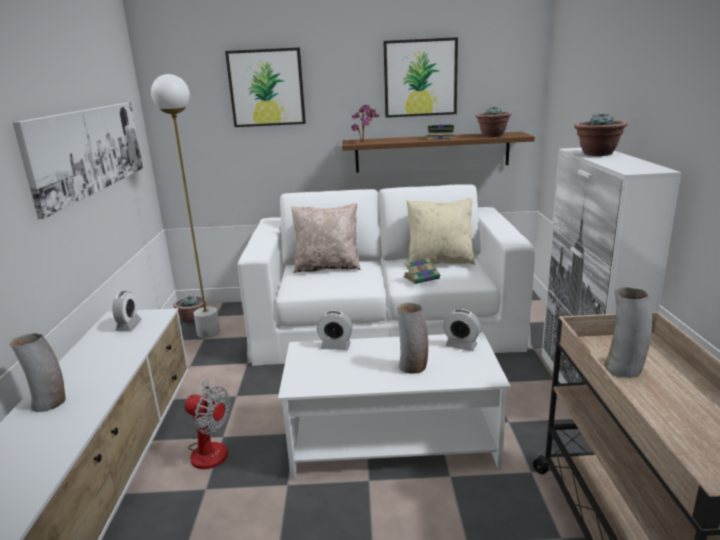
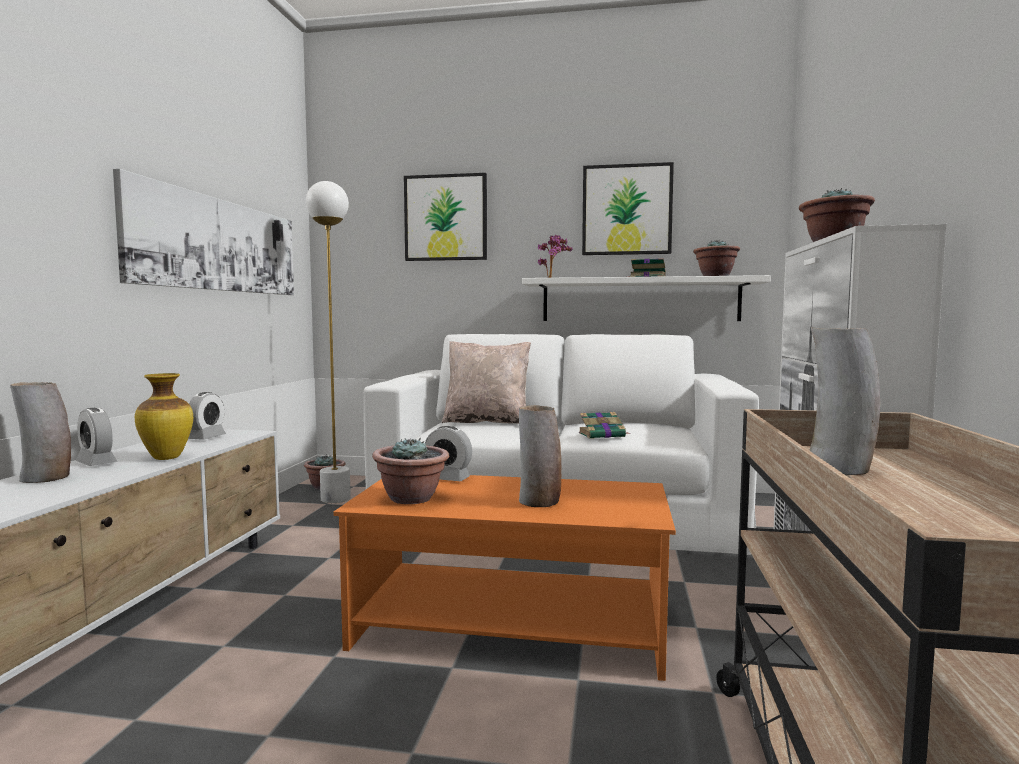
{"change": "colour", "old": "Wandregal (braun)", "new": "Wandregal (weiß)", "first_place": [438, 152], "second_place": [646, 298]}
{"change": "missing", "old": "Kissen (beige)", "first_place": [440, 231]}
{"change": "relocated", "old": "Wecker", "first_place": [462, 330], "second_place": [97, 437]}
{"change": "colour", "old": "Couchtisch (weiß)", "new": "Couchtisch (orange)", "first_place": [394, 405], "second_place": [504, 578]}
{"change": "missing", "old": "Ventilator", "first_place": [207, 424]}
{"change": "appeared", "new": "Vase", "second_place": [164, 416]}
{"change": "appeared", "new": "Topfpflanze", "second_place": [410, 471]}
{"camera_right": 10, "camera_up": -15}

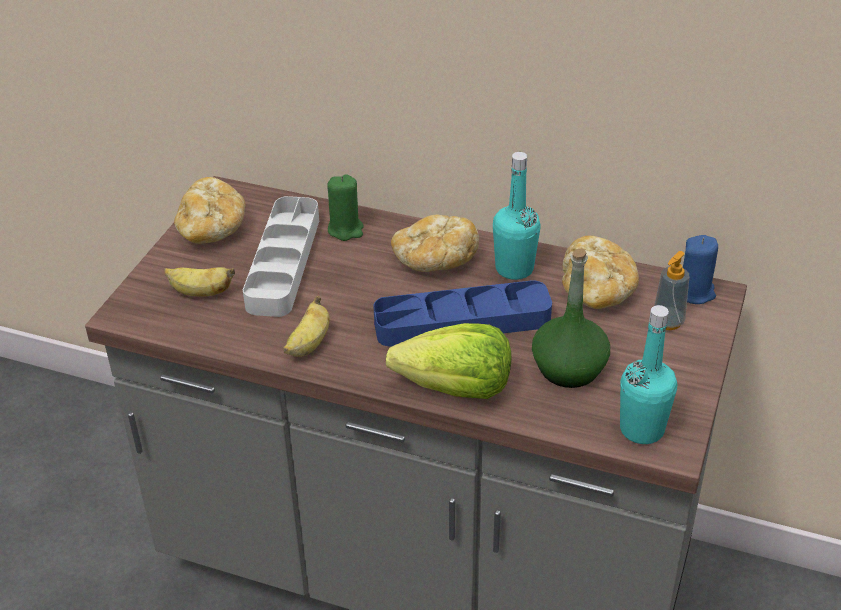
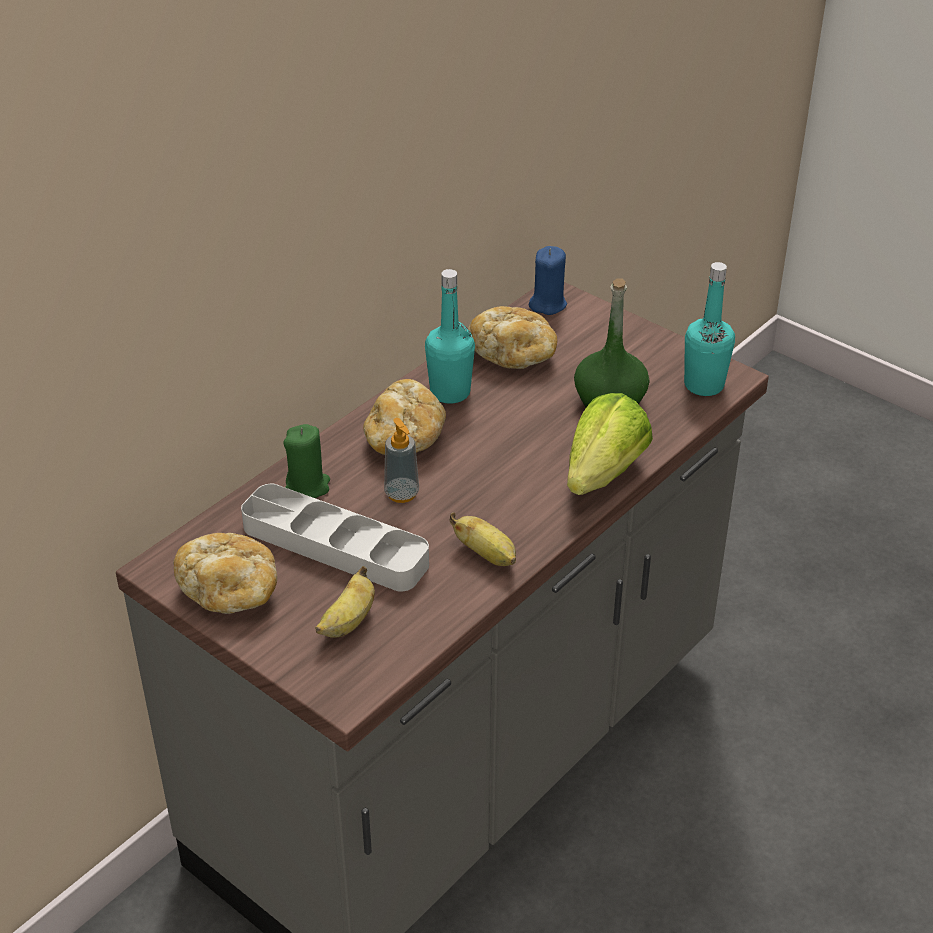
{"change": "relocated", "old": "Seifenspender", "first_place": [671, 290], "second_place": [401, 460]}
{"change": "missing", "old": "Tablett (blau)", "first_place": [462, 313]}
{"camera_right": -70, "camera_up": 0}

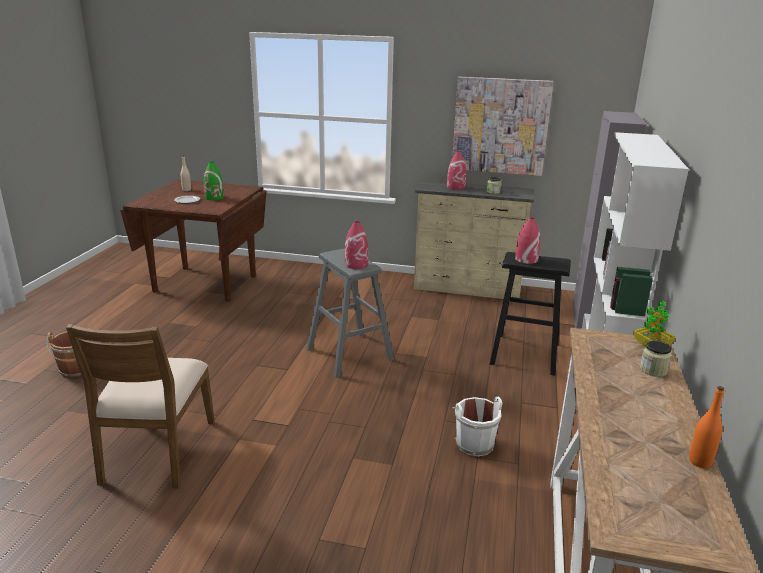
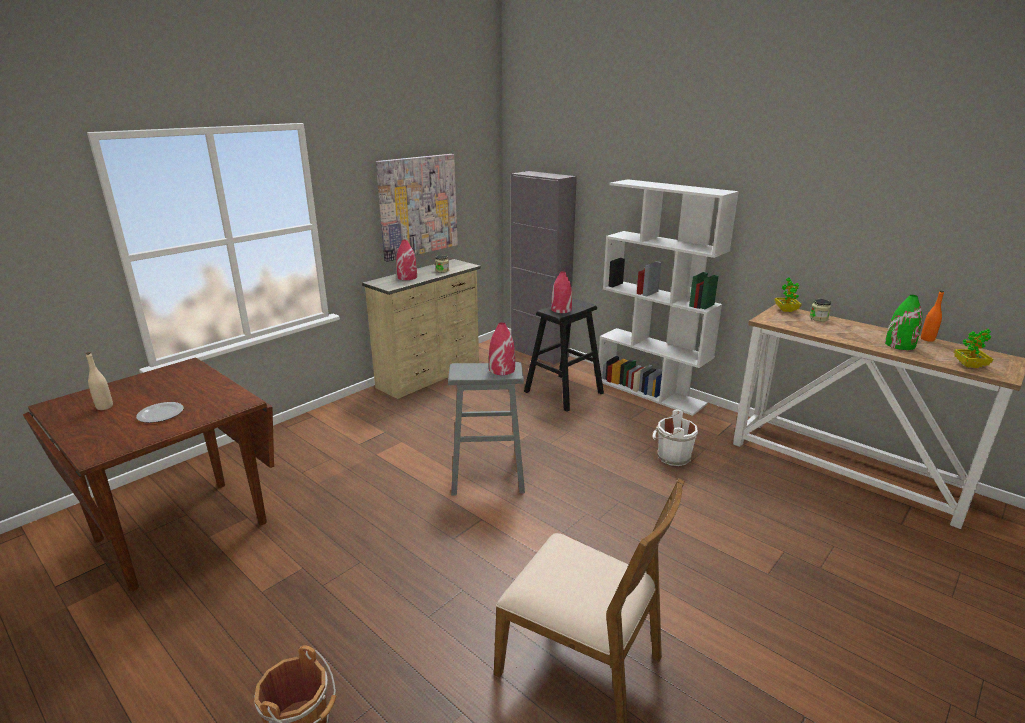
{"change": "relocated", "old": "Vase (grün)", "first_place": [214, 181], "second_place": [904, 322]}
{"change": "appeared", "new": "Topfpflanze", "second_place": [973, 348]}
{"camera_right": -60, "camera_up": 0}

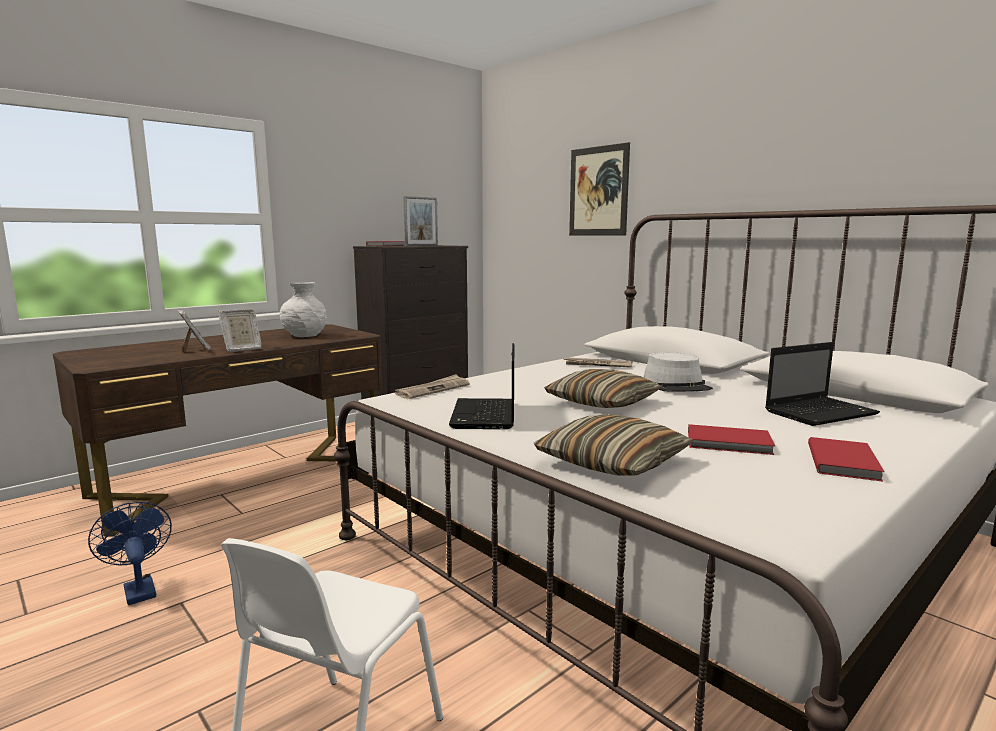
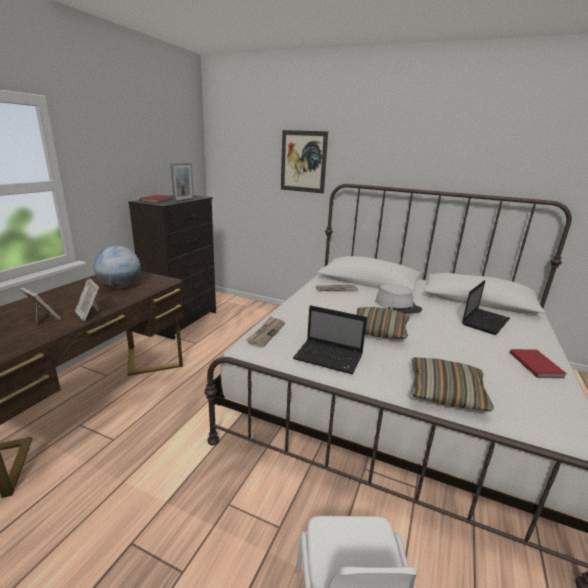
{"change": "exchanged", "old": "Vase (weiß)", "new": "Globus", "first_place": [303, 309], "second_place": [117, 267]}
{"change": "spun", "old": "Bilderrahmen", "first_place": [240, 330], "second_place": [87, 300], "degrees": 105}
{"change": "spun", "old": "Laptop", "first_place": [481, 386], "second_place": [330, 340], "degrees": -45}
{"change": "missing", "old": "Buch (rot)", "first_place": [731, 439]}
{"change": "missing", "old": "Ventilator (blau)", "first_place": [130, 553]}
{"camera_right": -25, "camera_up": 10}

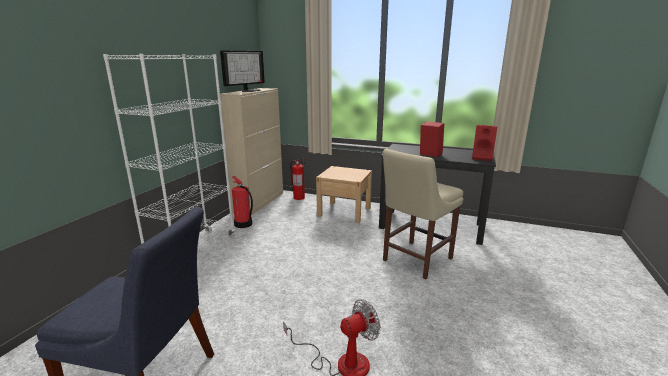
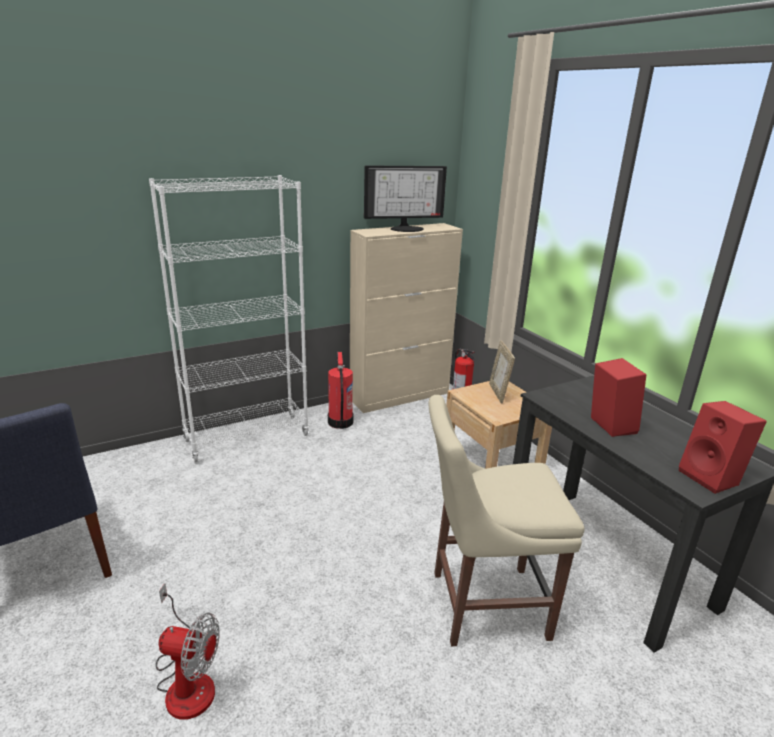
{"change": "appeared", "new": "Bilderrahmen", "second_place": [502, 372]}
{"camera_right": 40, "camera_up": 5}

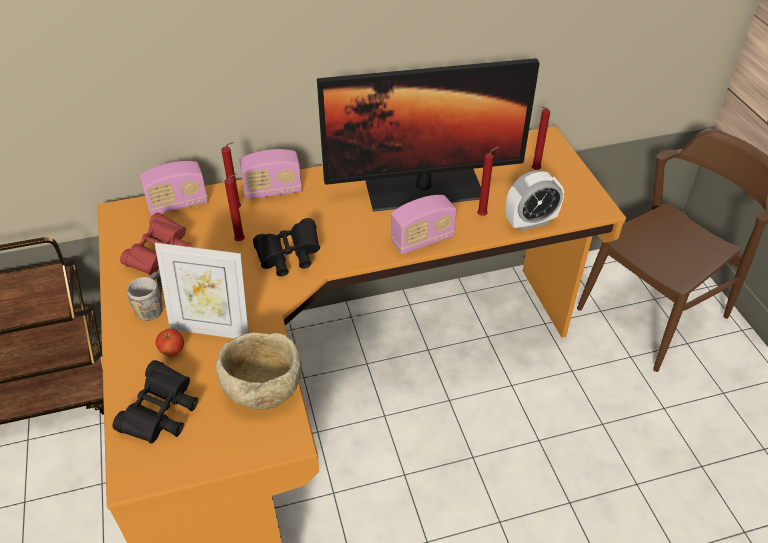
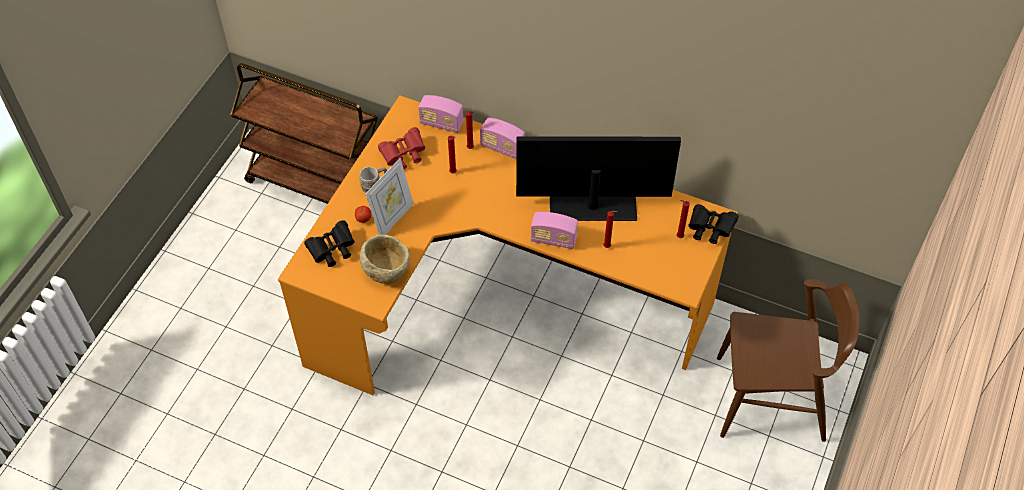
{"change": "spun", "old": "Monitor", "first_place": [428, 135], "second_place": [598, 178], "degrees": 150}
{"change": "missing", "old": "Wecker", "first_place": [535, 200]}
{"change": "relocated", "old": "Fernglas (schwarz)", "first_place": [286, 247], "second_place": [713, 224]}
{"change": "spun", "old": "Bilderrahmen", "first_place": [202, 290], "second_place": [389, 196], "degrees": -105}
{"camera_right": 40, "camera_up": 10}

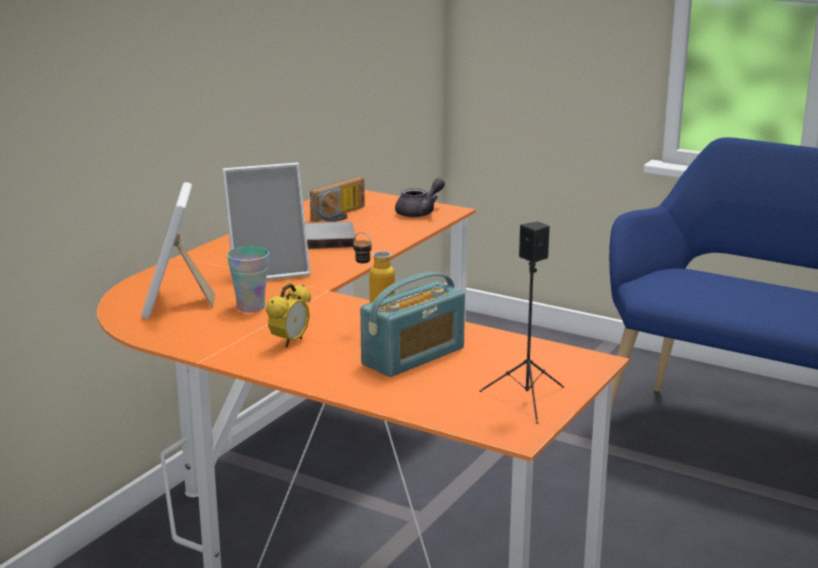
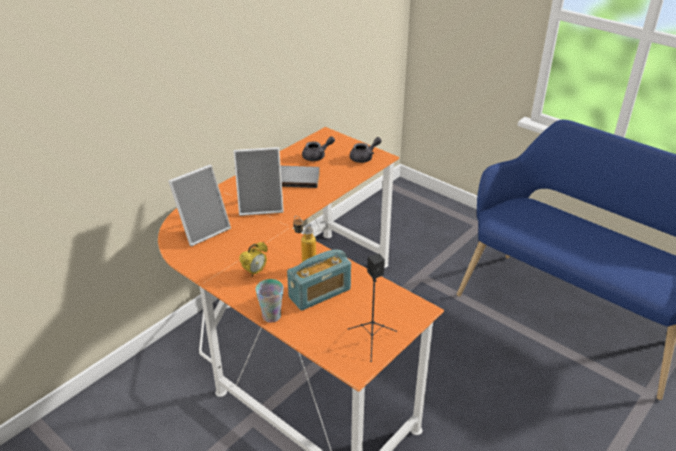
{"change": "exchanged", "old": "Radio", "new": "Teekanne (grau)", "first_place": [337, 199], "second_place": [318, 148]}
{"change": "spun", "old": "Bilderrahmen", "first_place": [178, 250], "second_place": [199, 205], "degrees": -135}
{"change": "relocated", "old": "Tasse", "first_place": [248, 279], "second_place": [269, 301]}
{"camera_right": 10, "camera_up": 15}

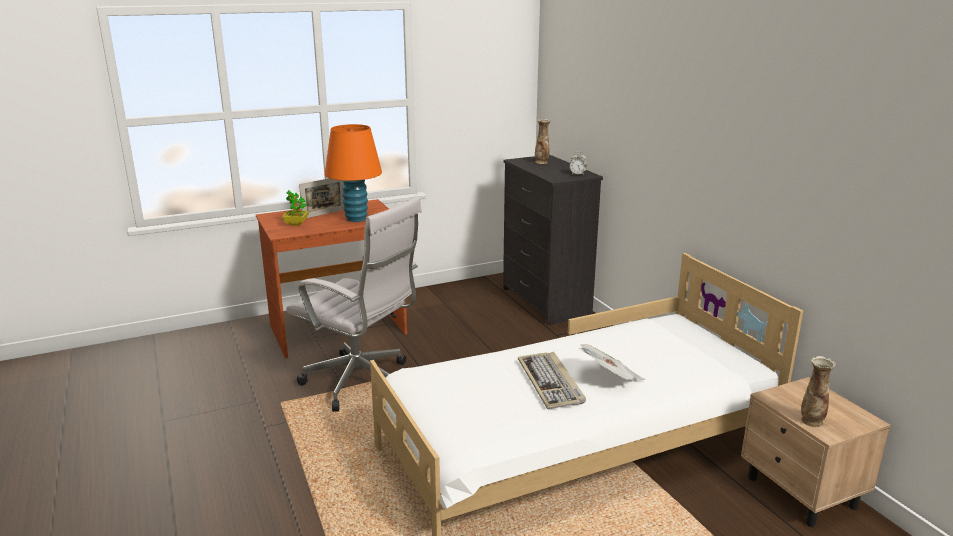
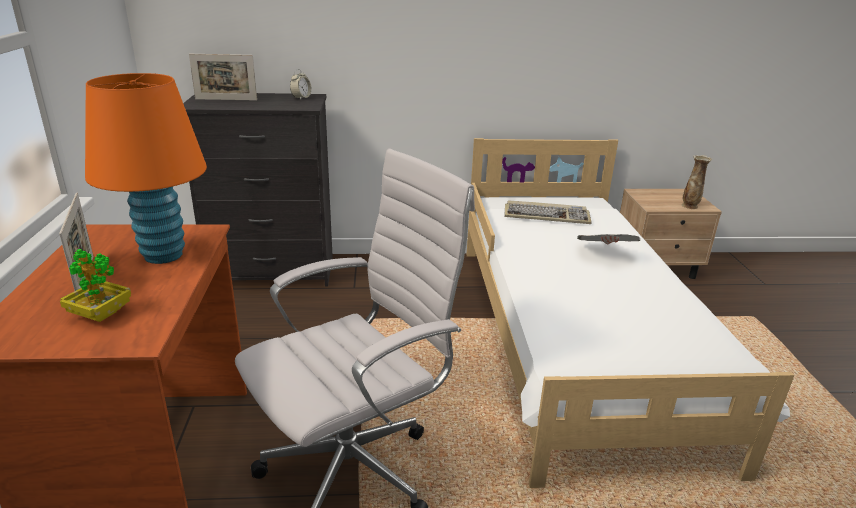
{"change": "exchanged", "old": "Vase", "new": "Bilderrahmen", "first_place": [543, 141], "second_place": [223, 77]}
{"change": "relocated", "old": "Tastatur", "first_place": [552, 380], "second_place": [548, 212]}
{"camera_right": -70, "camera_up": 5}

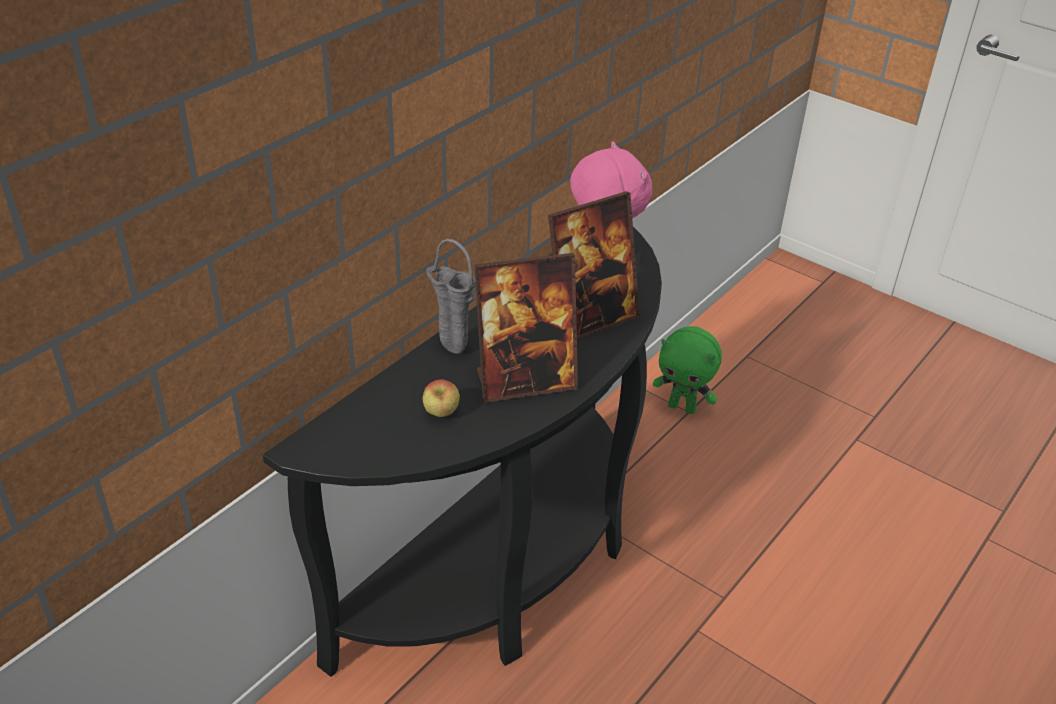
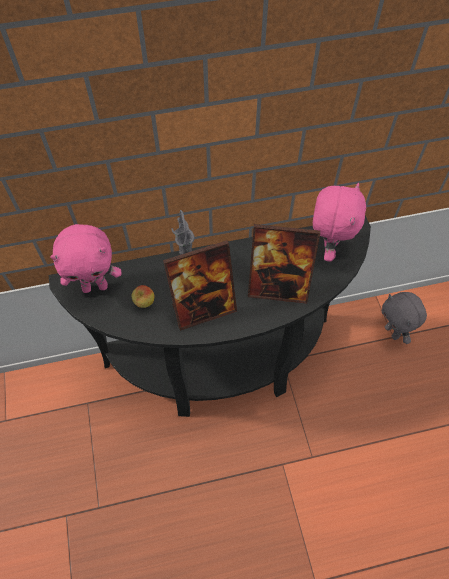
{"change": "spun", "old": "Bilderrahmen", "first_place": [526, 328], "second_place": [200, 285], "degrees": -45}
{"change": "colour", "old": "Plüschtier (grün)", "new": "Plüschtier (grau)", "first_place": [687, 370], "second_place": [404, 318]}
{"change": "appeared", "new": "Plüschtier (rosa)", "second_place": [86, 258]}
{"camera_right": 40, "camera_up": 20}

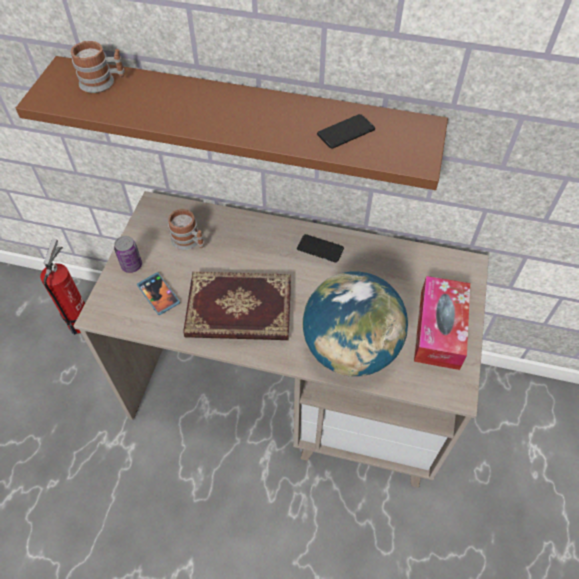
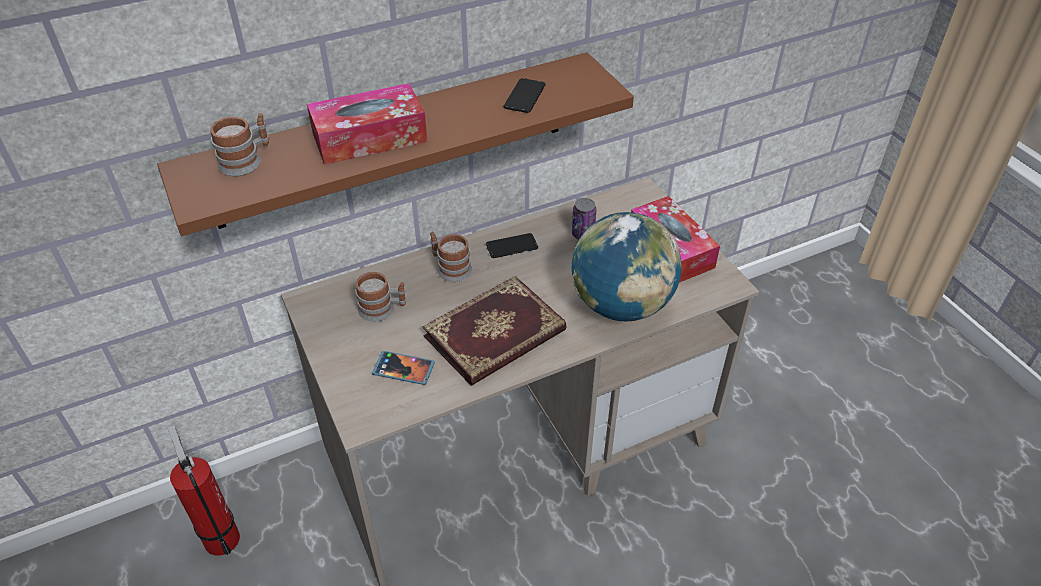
{"change": "relocated", "old": "Dose", "first_place": [128, 254], "second_place": [584, 218]}
{"change": "appeared", "new": "Taschentuchbox", "second_place": [367, 124]}
{"change": "appeared", "new": "Henkelbecher", "second_place": [451, 257]}
{"camera_right": -40, "camera_up": -10}

